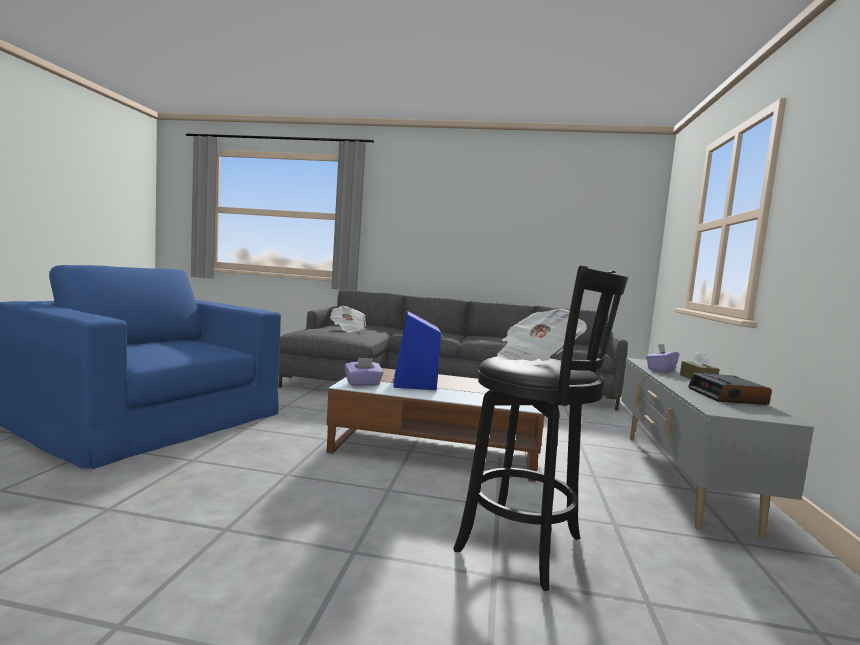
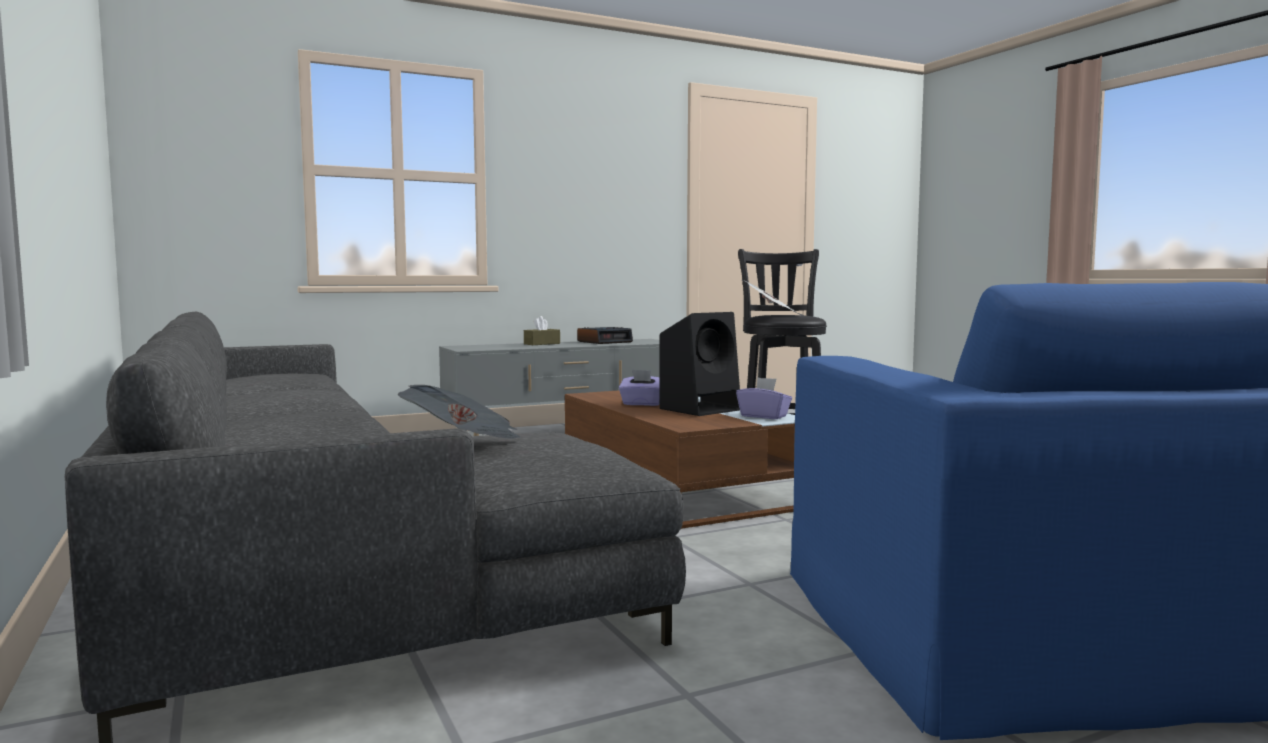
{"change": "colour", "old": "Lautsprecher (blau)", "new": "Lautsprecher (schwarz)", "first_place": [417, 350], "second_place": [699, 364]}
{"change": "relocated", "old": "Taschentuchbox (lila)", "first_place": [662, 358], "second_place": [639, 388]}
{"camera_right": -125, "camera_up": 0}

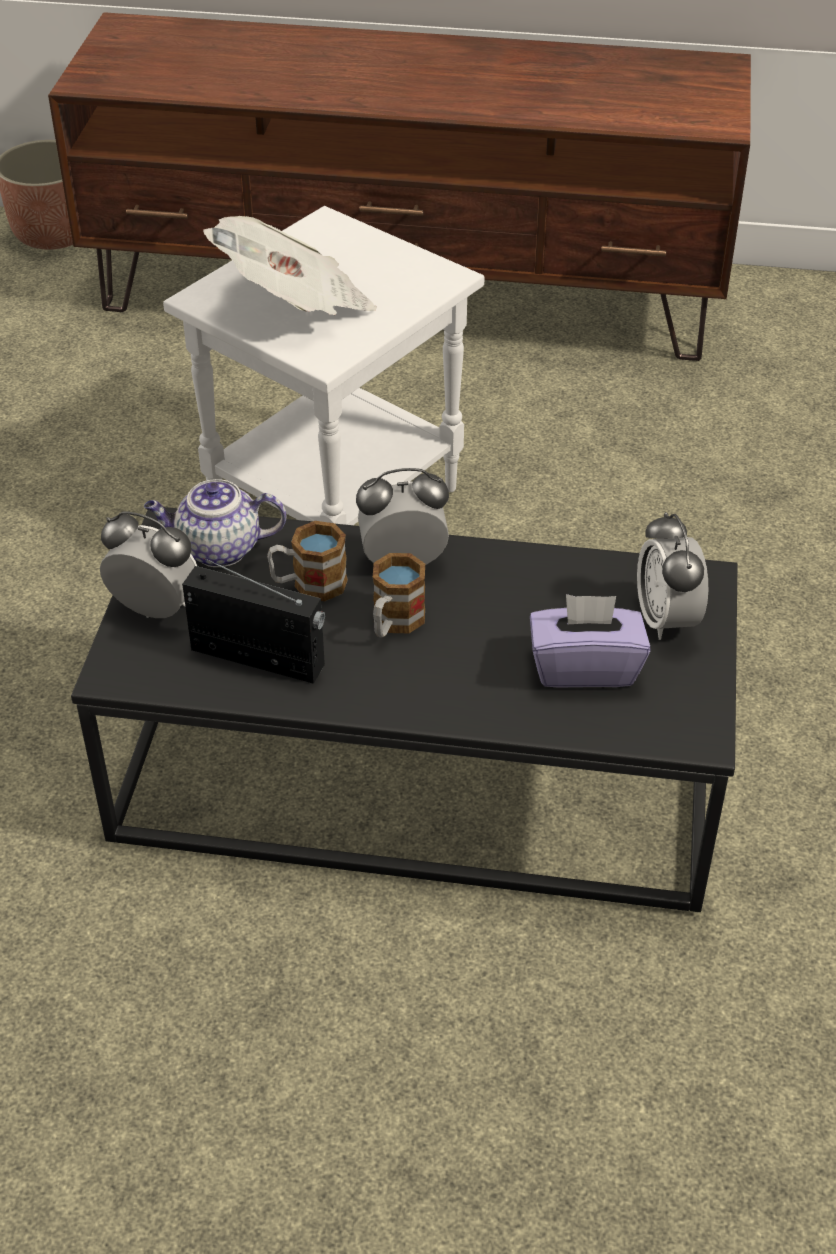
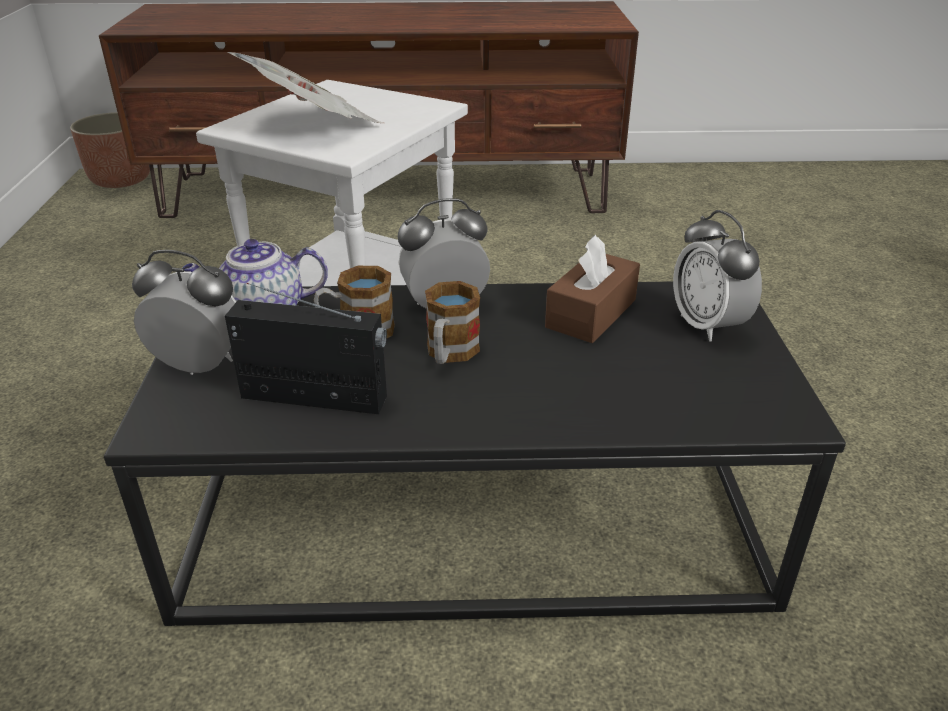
{"change": "missing", "old": "Taschentuchbox (lila)", "first_place": [590, 641]}
{"change": "appeared", "new": "Taschentuchbox (braun)", "second_place": [592, 289]}
{"camera_right": -10, "camera_up": -10}

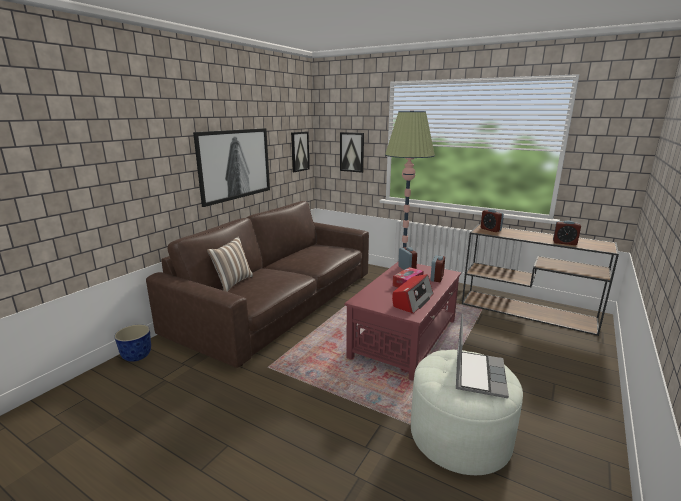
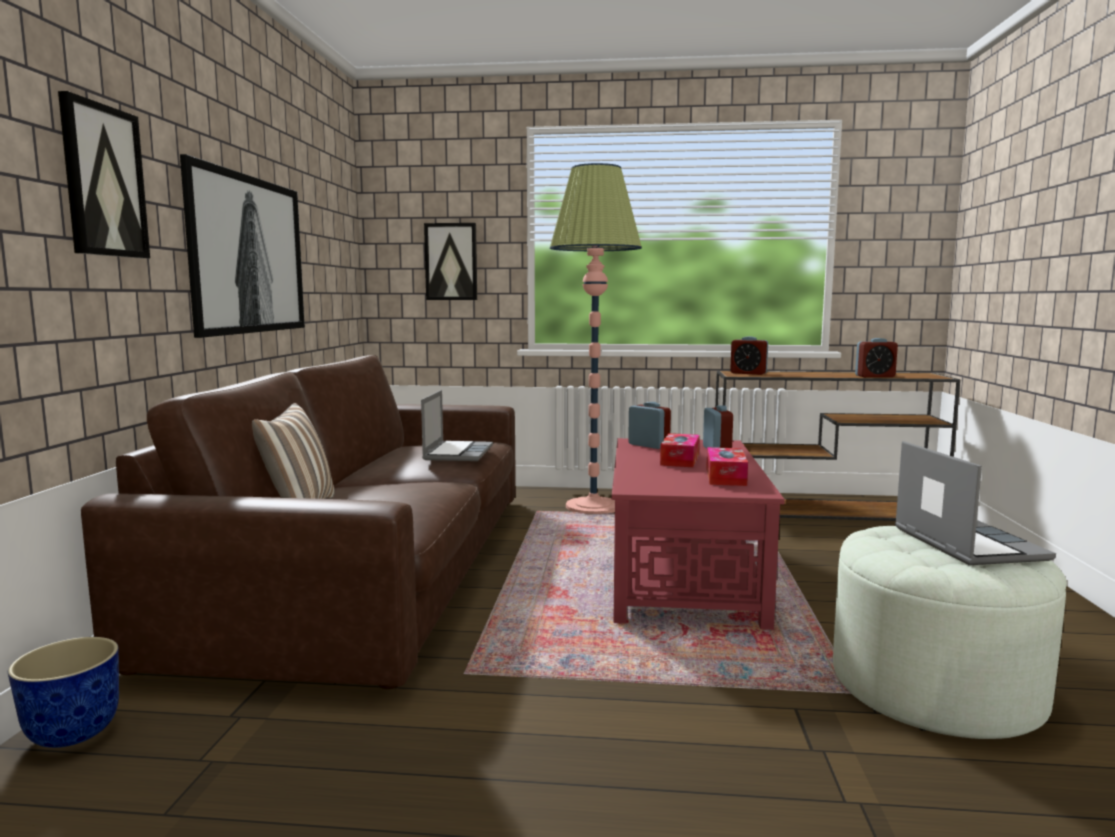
{"change": "relocated", "old": "Bild", "first_place": [300, 151], "second_place": [104, 175]}
{"change": "exchanged", "old": "Radio", "new": "Taschentuchbox", "first_place": [413, 294], "second_place": [727, 466]}
{"change": "appeared", "new": "Laptop", "second_place": [457, 425]}
{"camera_right": -25, "camera_up": -10}

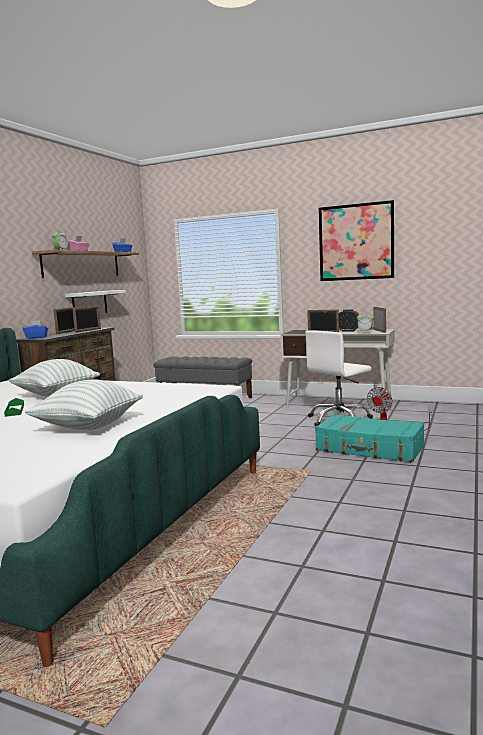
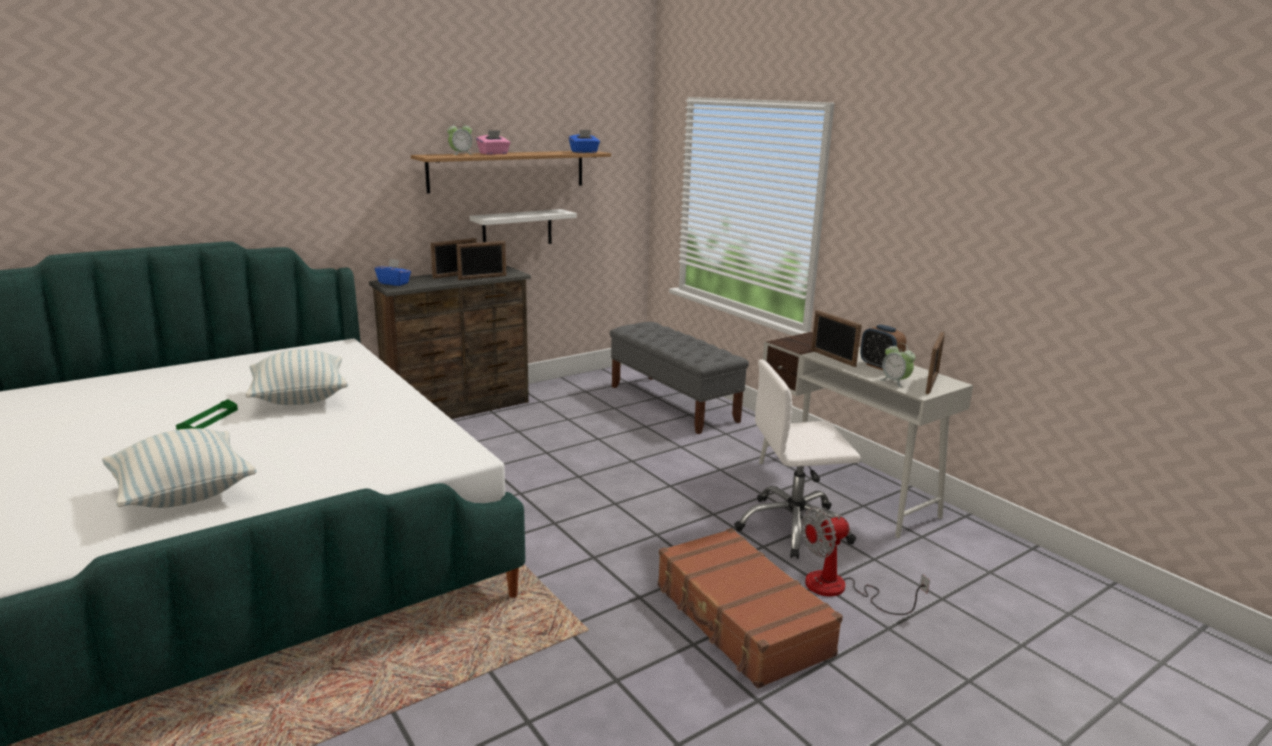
{"change": "missing", "old": "Bild", "first_place": [356, 240]}
{"change": "colour", "old": "Koffer (türkis)", "new": "Koffer (braun)", "first_place": [369, 438], "second_place": [750, 608]}
{"camera_right": 30, "camera_up": 10}

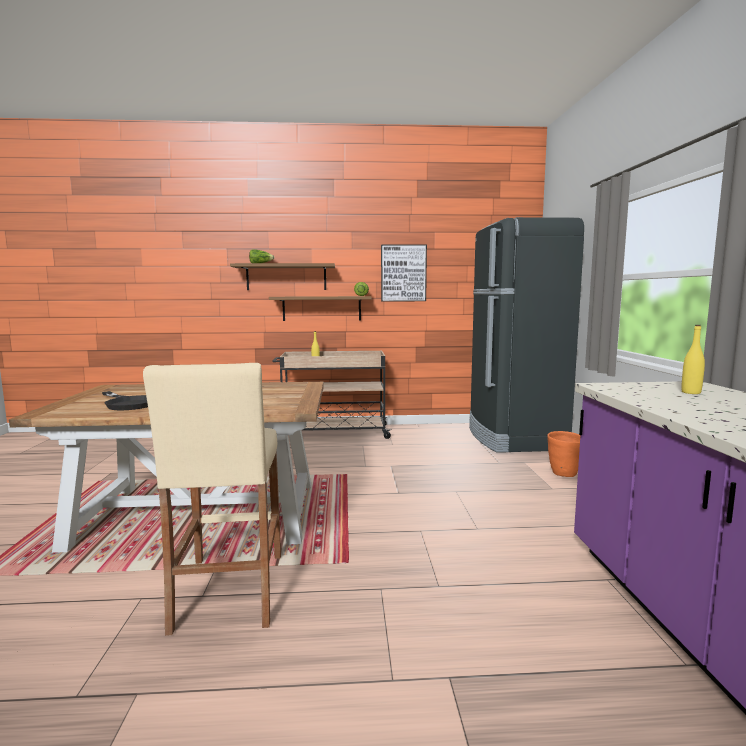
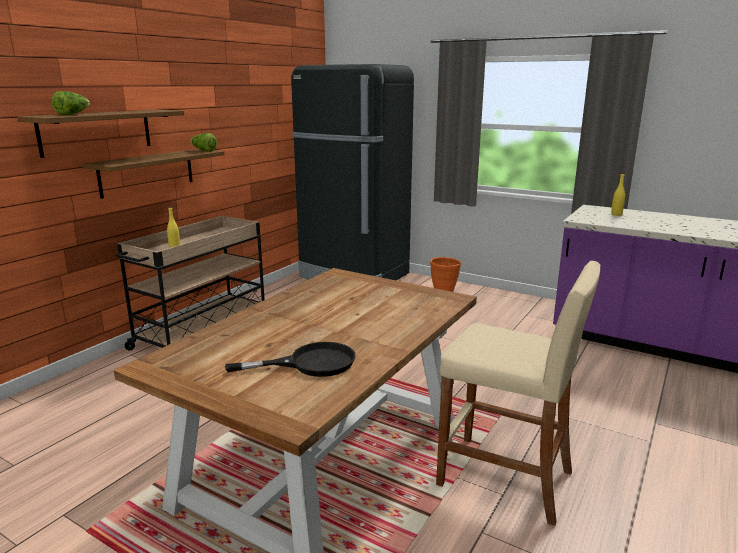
{"change": "missing", "old": "Bild", "first_place": [404, 273]}
{"camera_right": -55, "camera_up": 10}

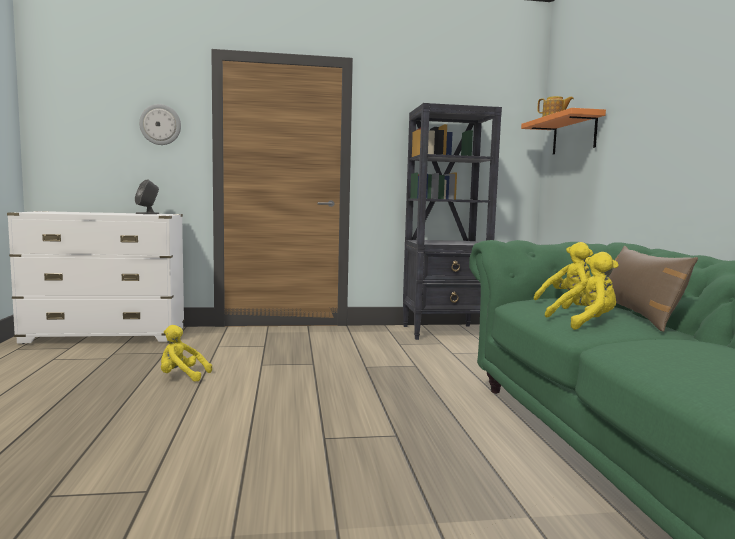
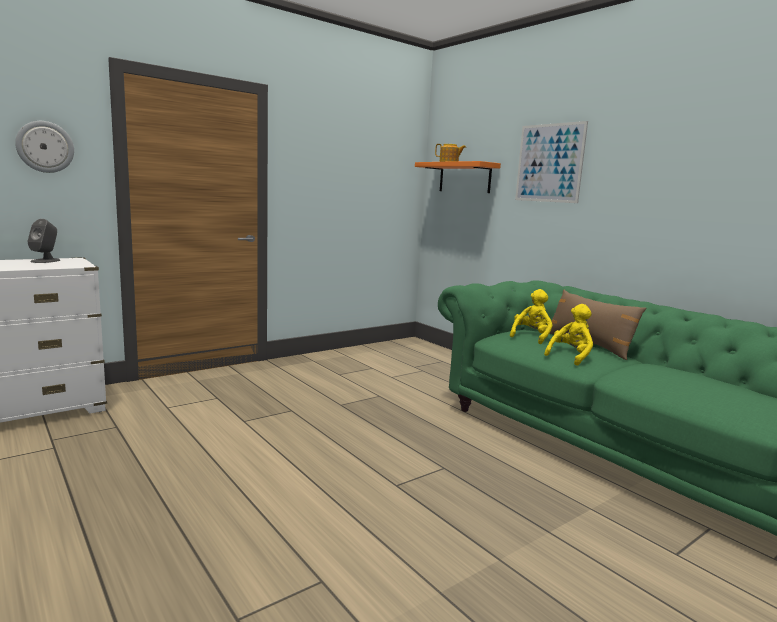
{"change": "missing", "old": "Bücherregal (schwarz)", "first_place": [452, 221]}
{"change": "missing", "old": "Plüschtier (gelb)", "first_place": [186, 353]}
{"change": "appeared", "new": "Bild", "second_place": [551, 162]}
{"camera_right": -30, "camera_up": 5}

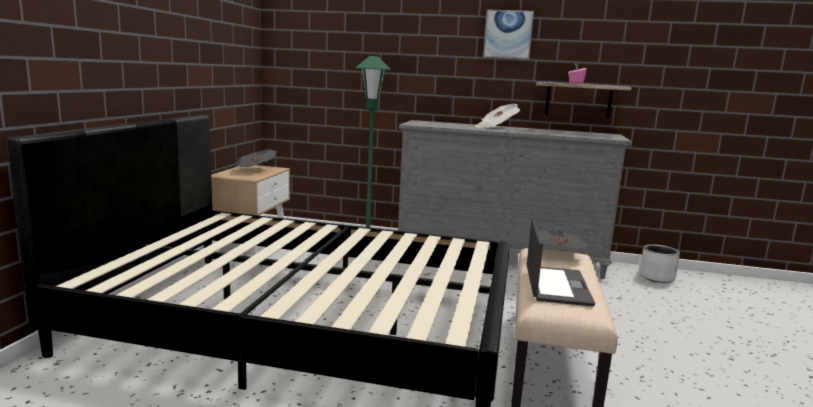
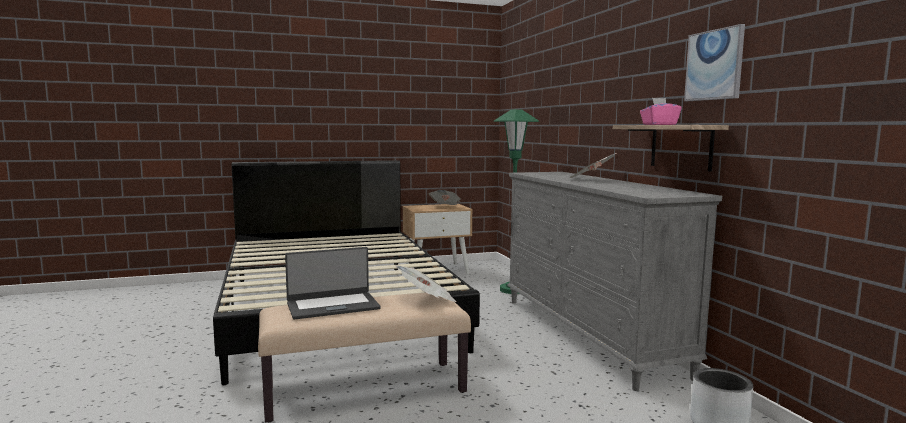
{"change": "relocated", "old": "Bild", "first_place": [508, 34], "second_place": [714, 62]}
{"camera_right": 60, "camera_up": -5}

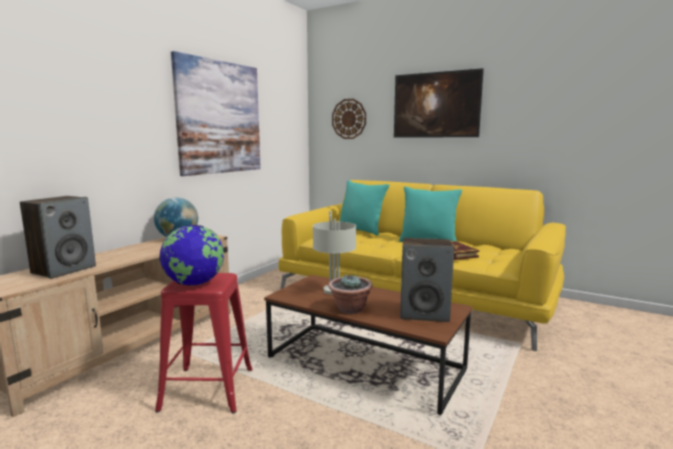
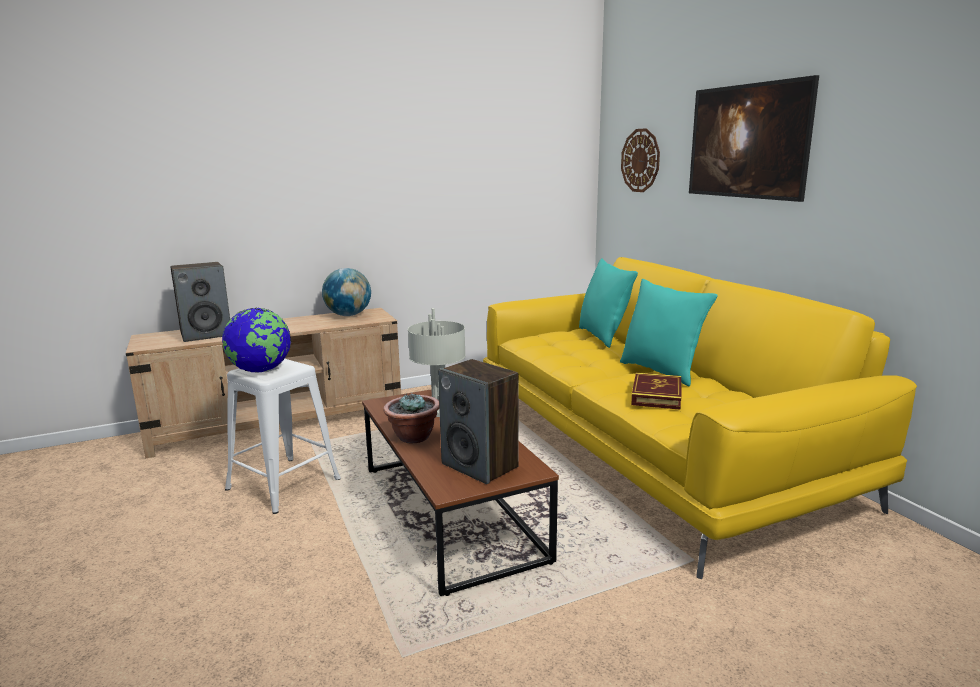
{"change": "missing", "old": "Bild", "first_place": [216, 113]}
{"change": "colour", "old": "Hocker (rot)", "new": "Hocker (weiß)", "first_place": [204, 343], "second_place": [283, 436]}
{"camera_right": 35, "camera_up": 5}

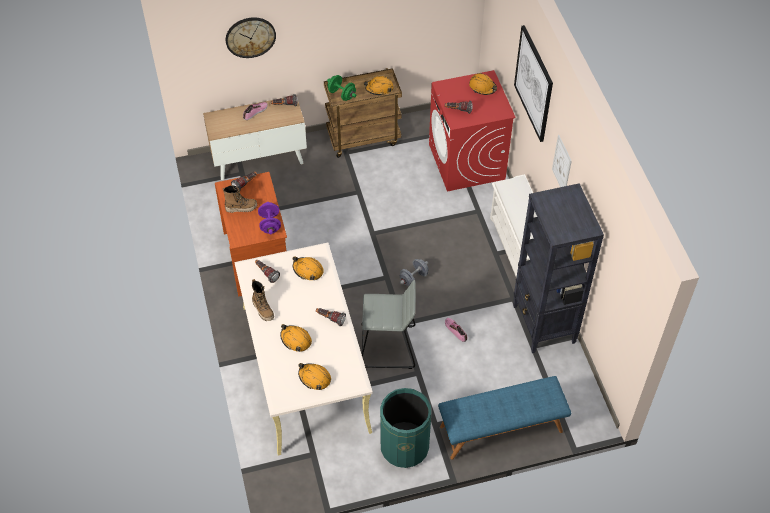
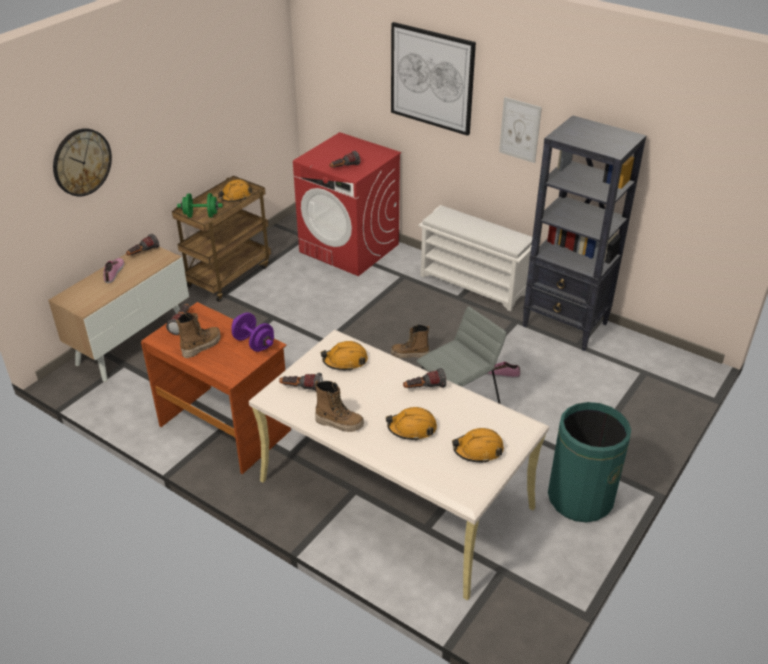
{"change": "missing", "old": "Schutzhelm (orange)", "first_place": [483, 84]}
{"change": "exchanged", "old": "Hantel (grau)", "new": "Stiefel", "first_place": [414, 272], "second_place": [410, 341]}
{"change": "missing", "old": "Bank (blau)", "first_place": [504, 418]}
{"camera_right": -40, "camera_up": -15}

